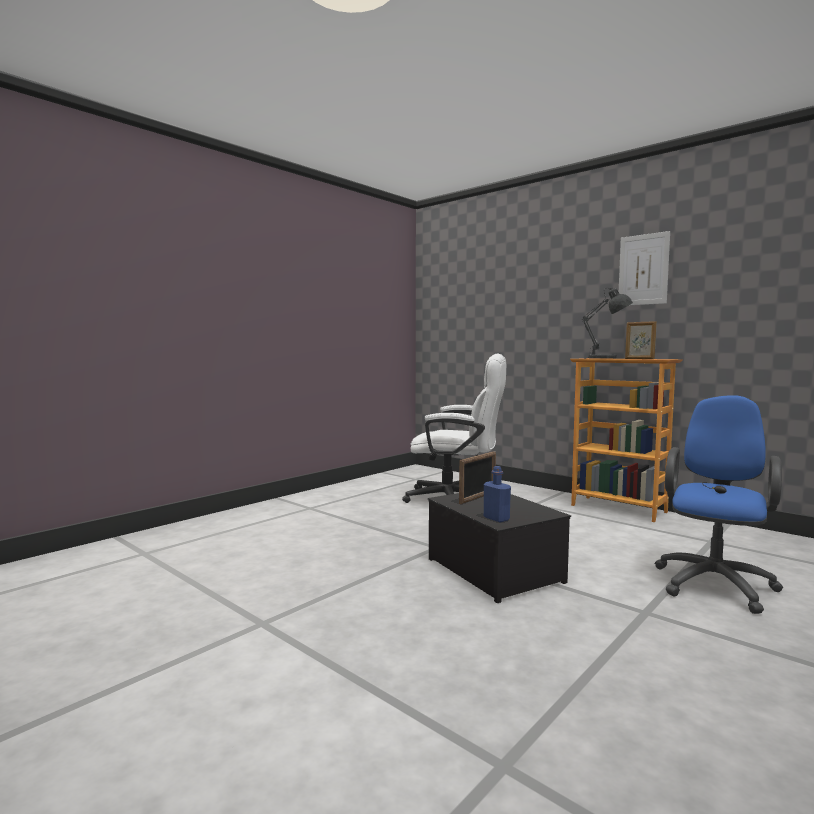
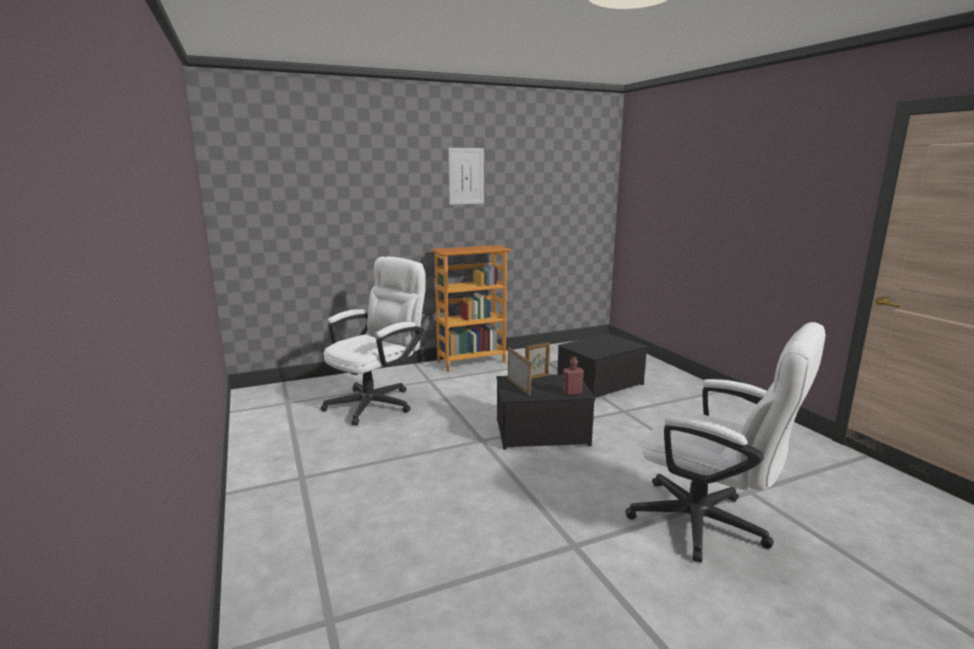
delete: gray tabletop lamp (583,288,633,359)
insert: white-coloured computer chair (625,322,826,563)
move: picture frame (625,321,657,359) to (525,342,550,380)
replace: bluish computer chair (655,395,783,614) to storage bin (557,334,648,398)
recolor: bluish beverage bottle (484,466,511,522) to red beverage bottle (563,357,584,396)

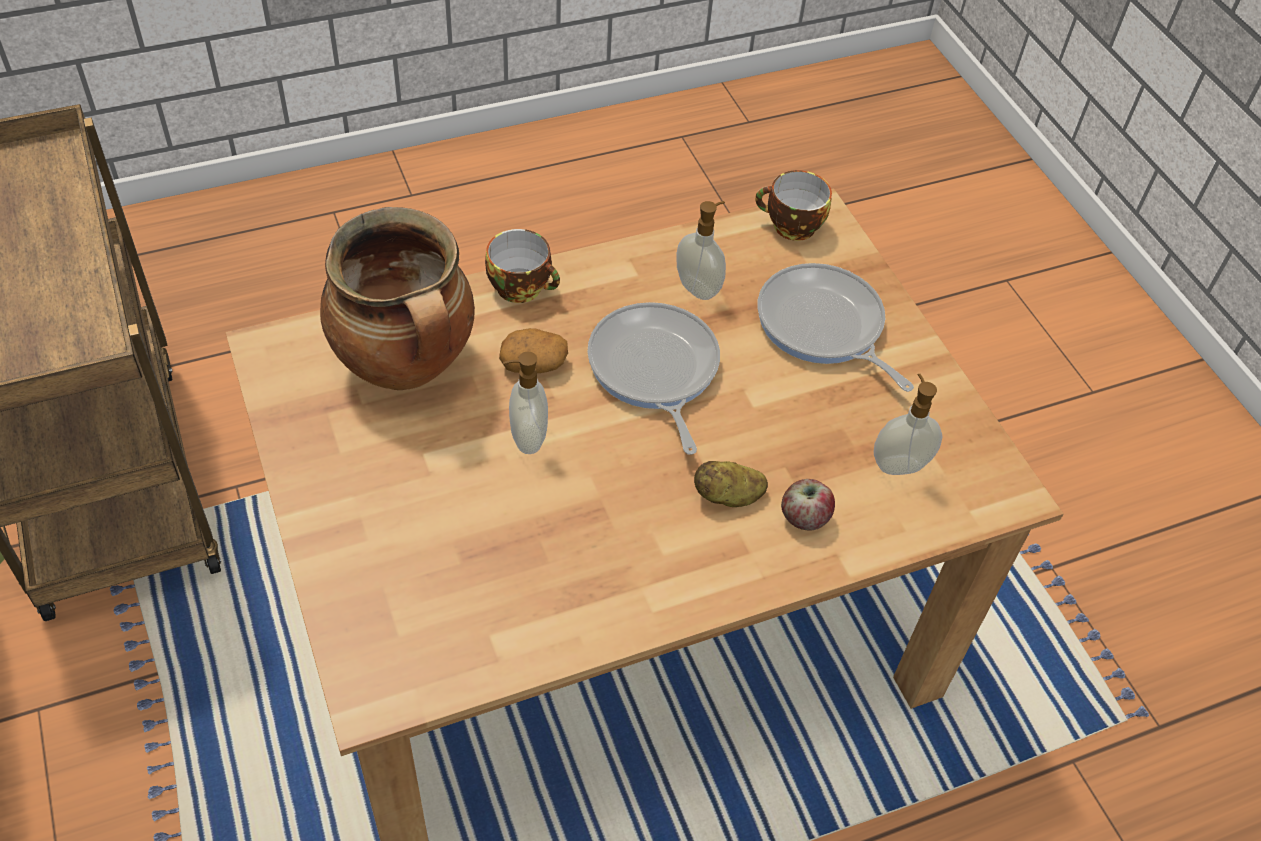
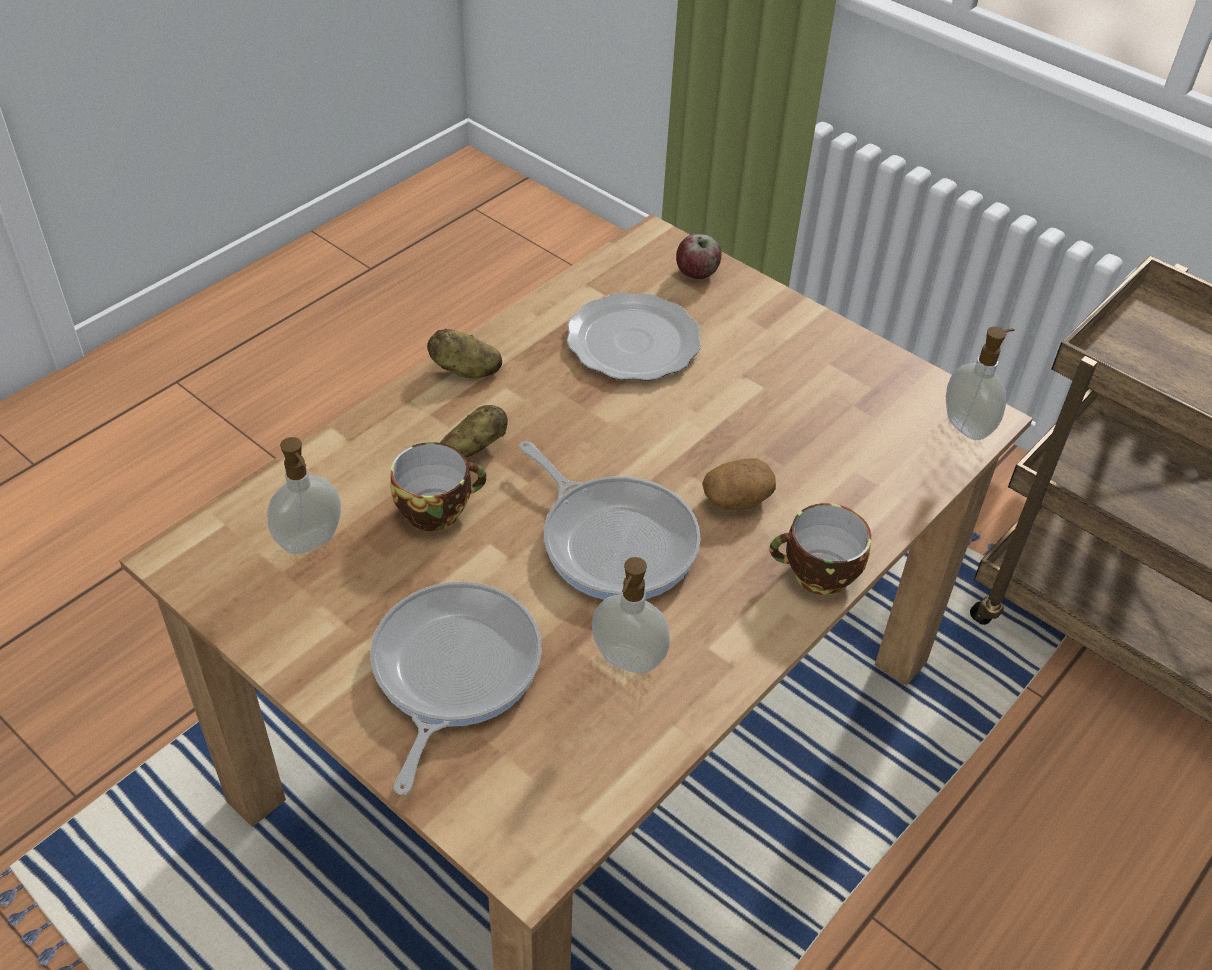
delete: saucepot (320,207,475,390)
insert: spud (427,329,502,379); dinner plate (567,293,701,381)
move: soap bottle (503,351,548,454) to (946,326,1014,440); small cup (755,170,832,241) to (390,442,487,531); apple (781,479,835,531) to (676,234,722,279)
rotate: pan (758,263,914,392) = (370,582,542,795) 105 degrees counterclockwise

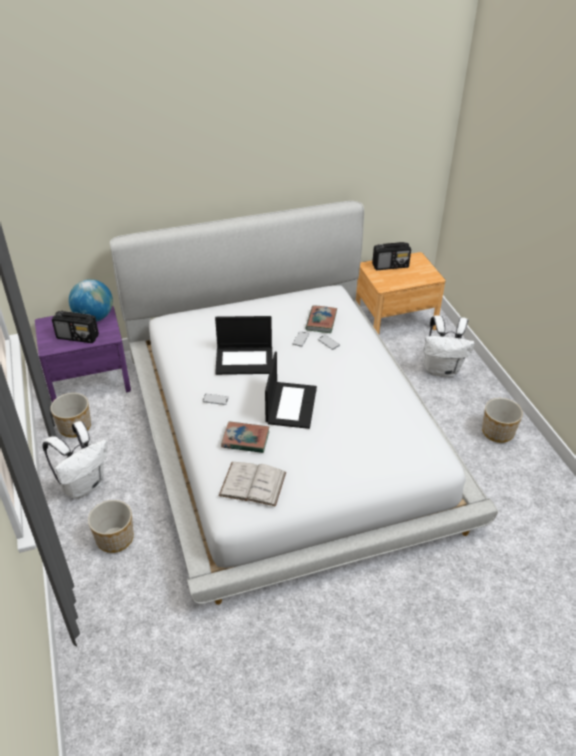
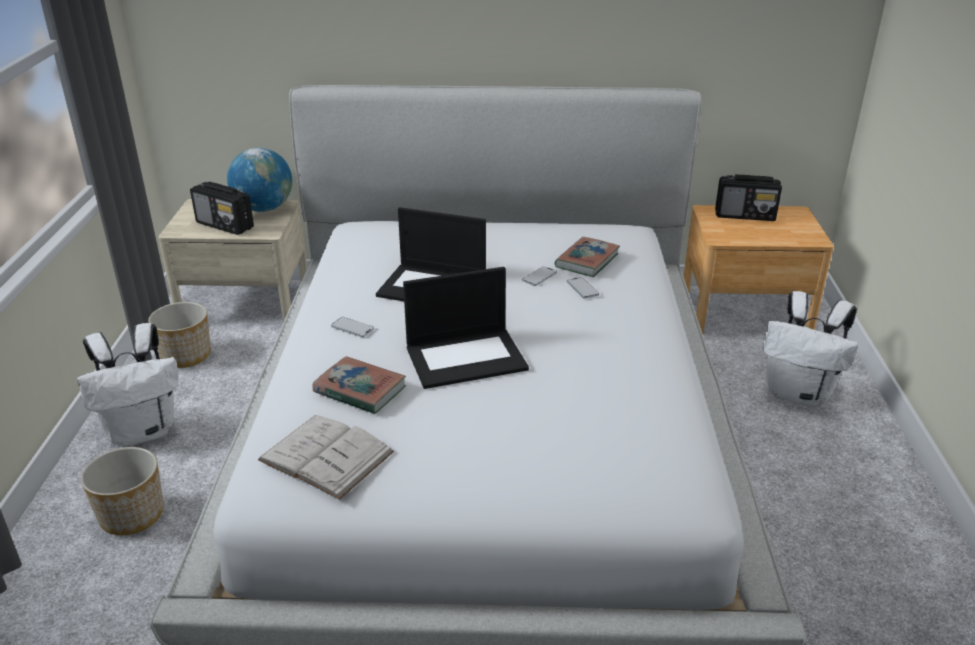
delete: flower pot (482,398,523,443)
recolor: purplish bedside table (35,306,131,402) to beige-coloured bedside table (158,199,307,322)
rotate: laptop (265,352,317,429) = (403,267,529,389) 45 degrees clockwise

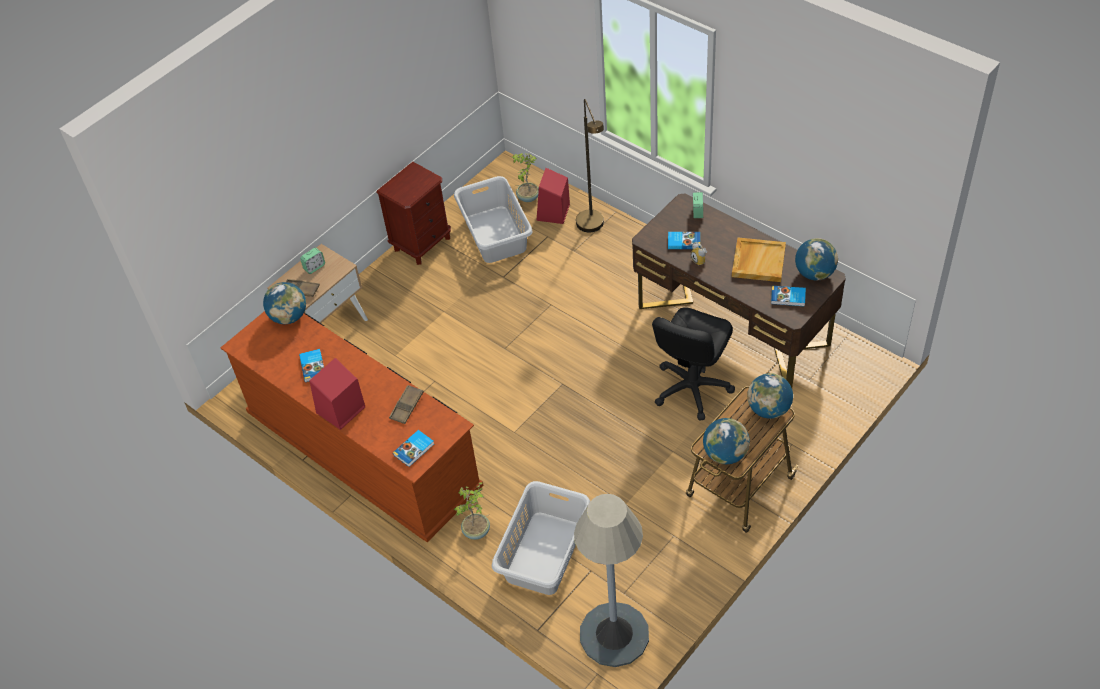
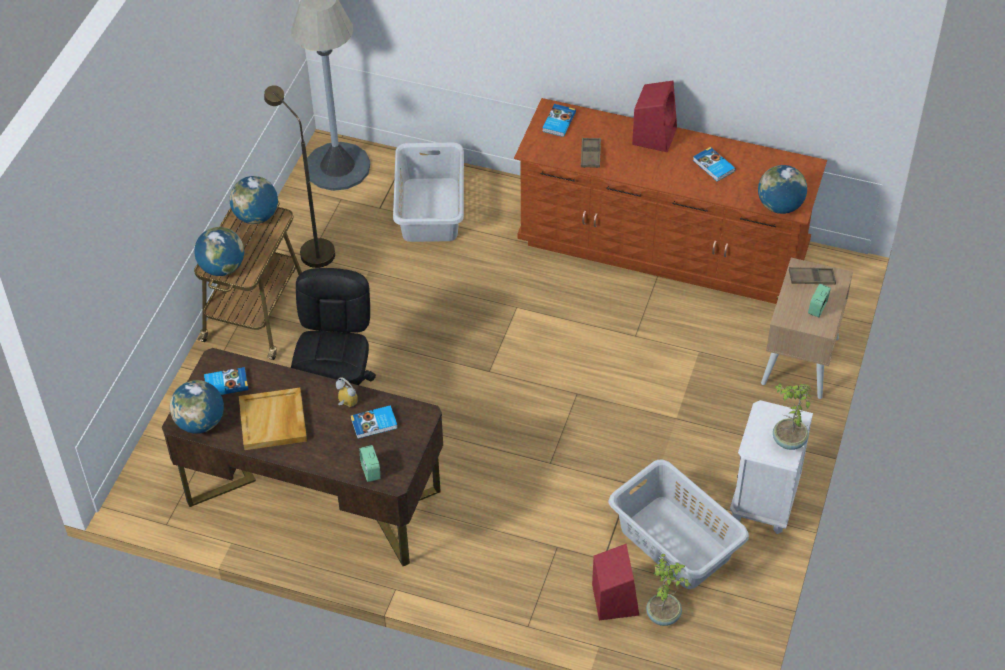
move: plant in a pot (454,482,490,540) to (773,384,812,450); brown-coloured standard lamp (576,99,604,233) to (264,85,335,268)
recolor: brown-coloured bedside table (376,162,451,265) to white-coloured bedside table (730,400,813,534)

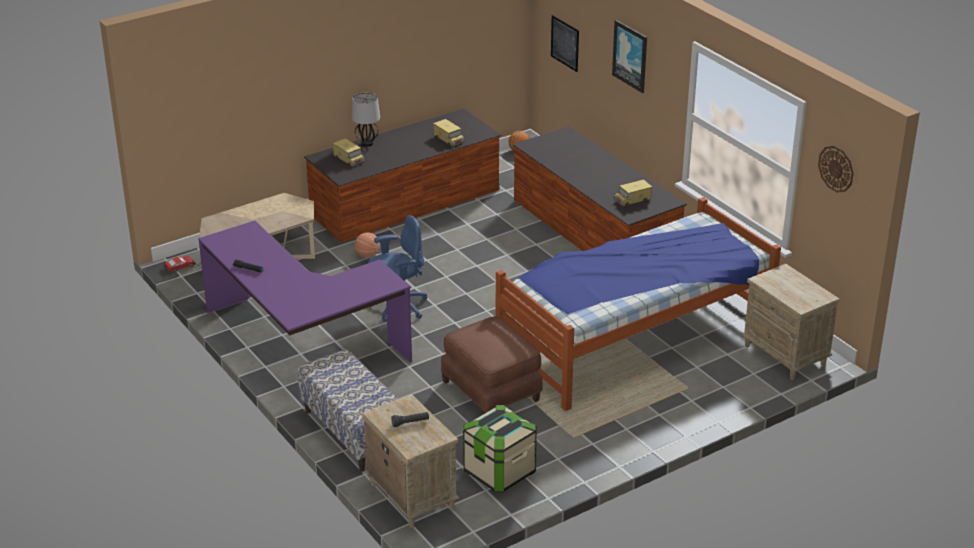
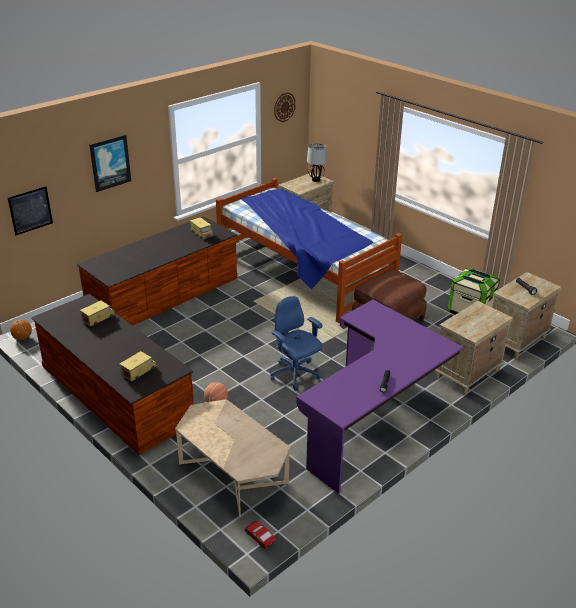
move: tabletop lamp (352,93,380,147) to (307,143,327,182)
replace: indoor bench (298,349,398,472) to beige-coloured bedside table (435,301,513,395)

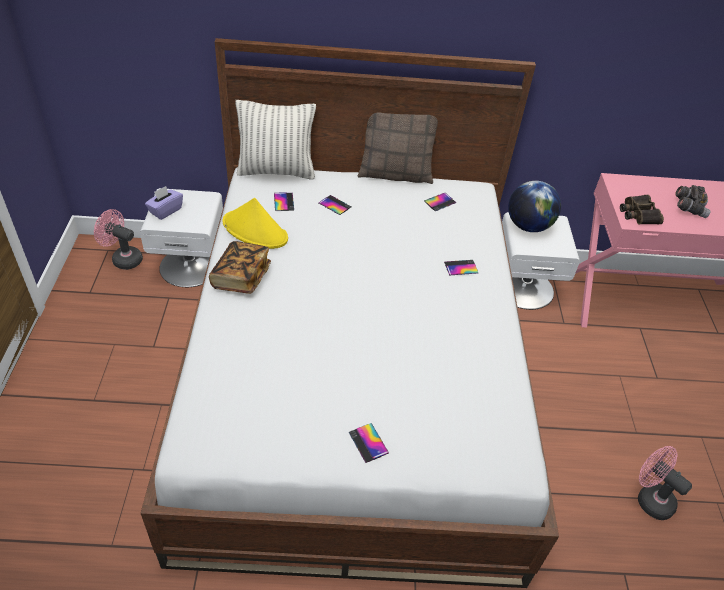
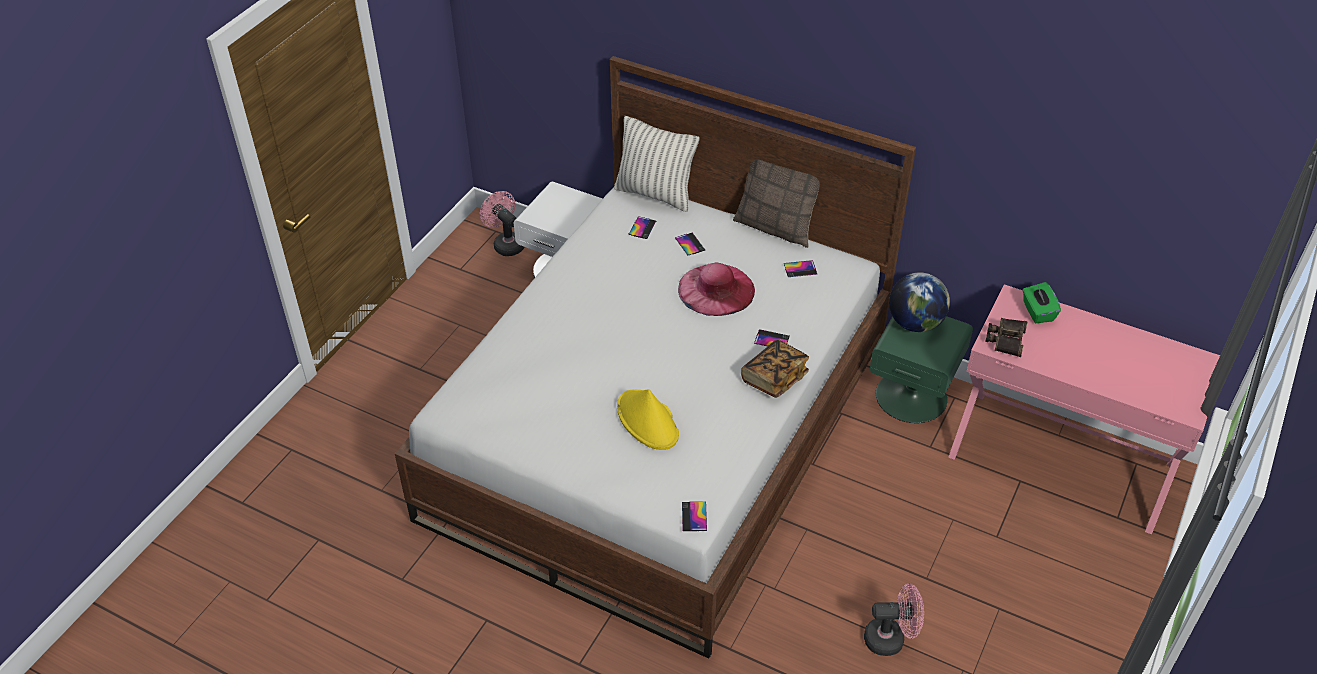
delete: purplish tissue holder (145,186,183,220); gray field glasses (676,185,711,218)
insert: pink-coloured clothing hat (678,263,755,316); greenish tissue holder (1023,282,1061,323)
move: bound book (209,241,271,294) to (741,340,809,398); yellow-coloured clothing hat (223,198,288,249) to (617,389,679,450); phone (349,423,389,463) to (682,501,707,531)
recolor: white-coloured bedside table (502,212,580,310) to greenish bedside table (870,316,973,423)
rotate: pink-coloured cooling fan (638,446,692,520) = (864,584,924,656) 105 degrees clockwise

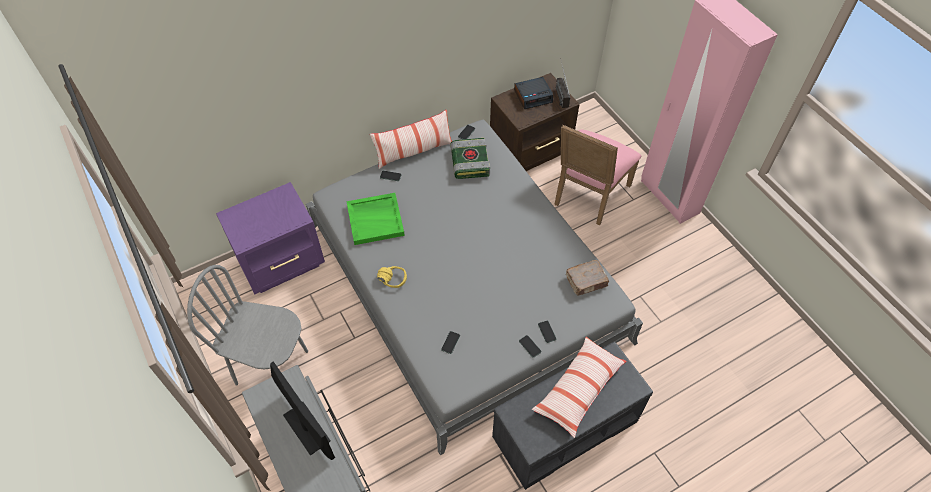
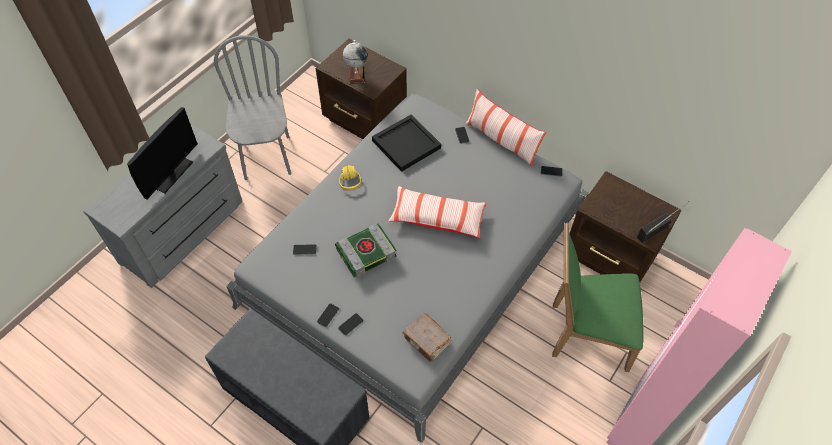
delete: table clock (514,77,553,109)
insert: desk globe (343,40,368,83)
move: bound book (450,138,490,179) to (335,224,397,277); pillow (532,337,627,438) to (388,186,487,239)
recolor: purplish bedside table (216,182,325,294) to brown-coloured bedside table (316,39,407,139); greenish carrying tray (346,193,405,245) to blackish carrying tray (372,115,441,172); pink-coloured upright chair (554,125,641,225) to greenish upright chair (552,222,644,372)

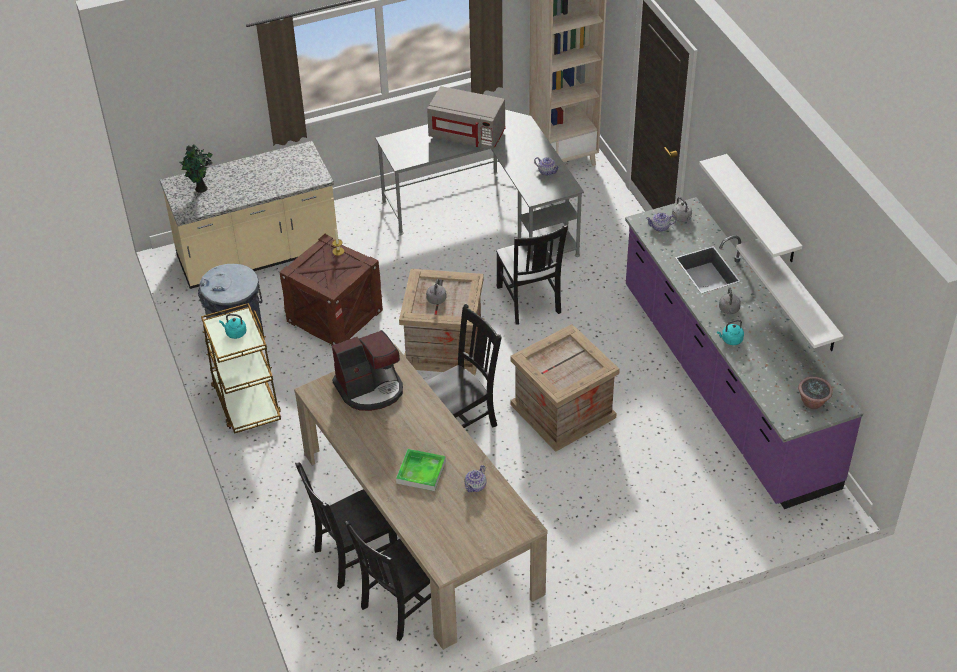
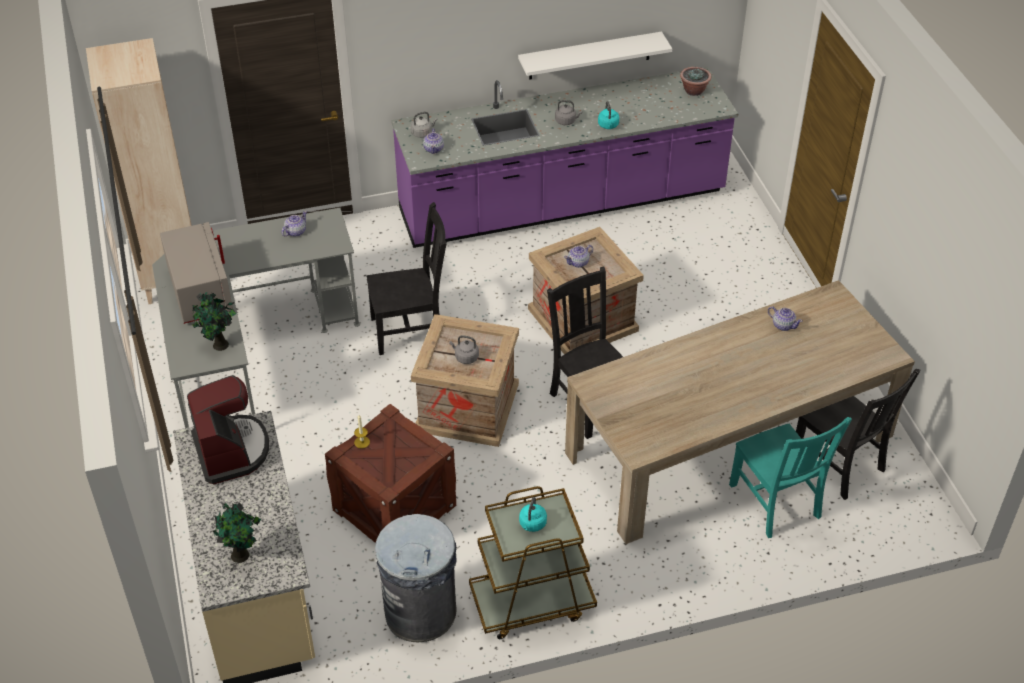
delete: carrying tray (396,449,446,491); white-coloured bracket shelf (699,154,802,262)
insert: plant in a pot (192,292,236,351); tea pot (564,245,593,268)
move: coffee maker (332,330,403,411) to (187,375,269,485)
recolor: blackish upright chair (295,462,397,589) to blue-green upright chair (729,417,852,538)
rotate: gray microwave oven (427,86,506,149) = (160,222,233,324) 45 degrees counterclockwise

